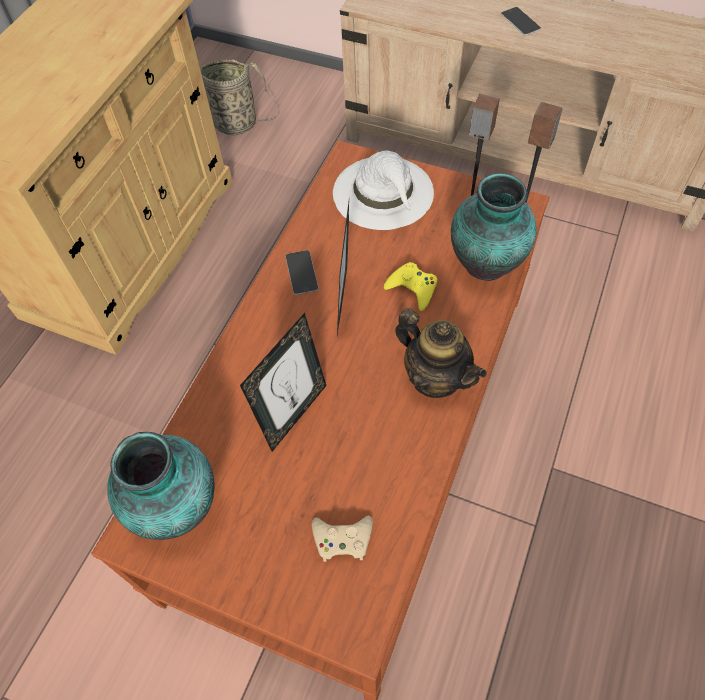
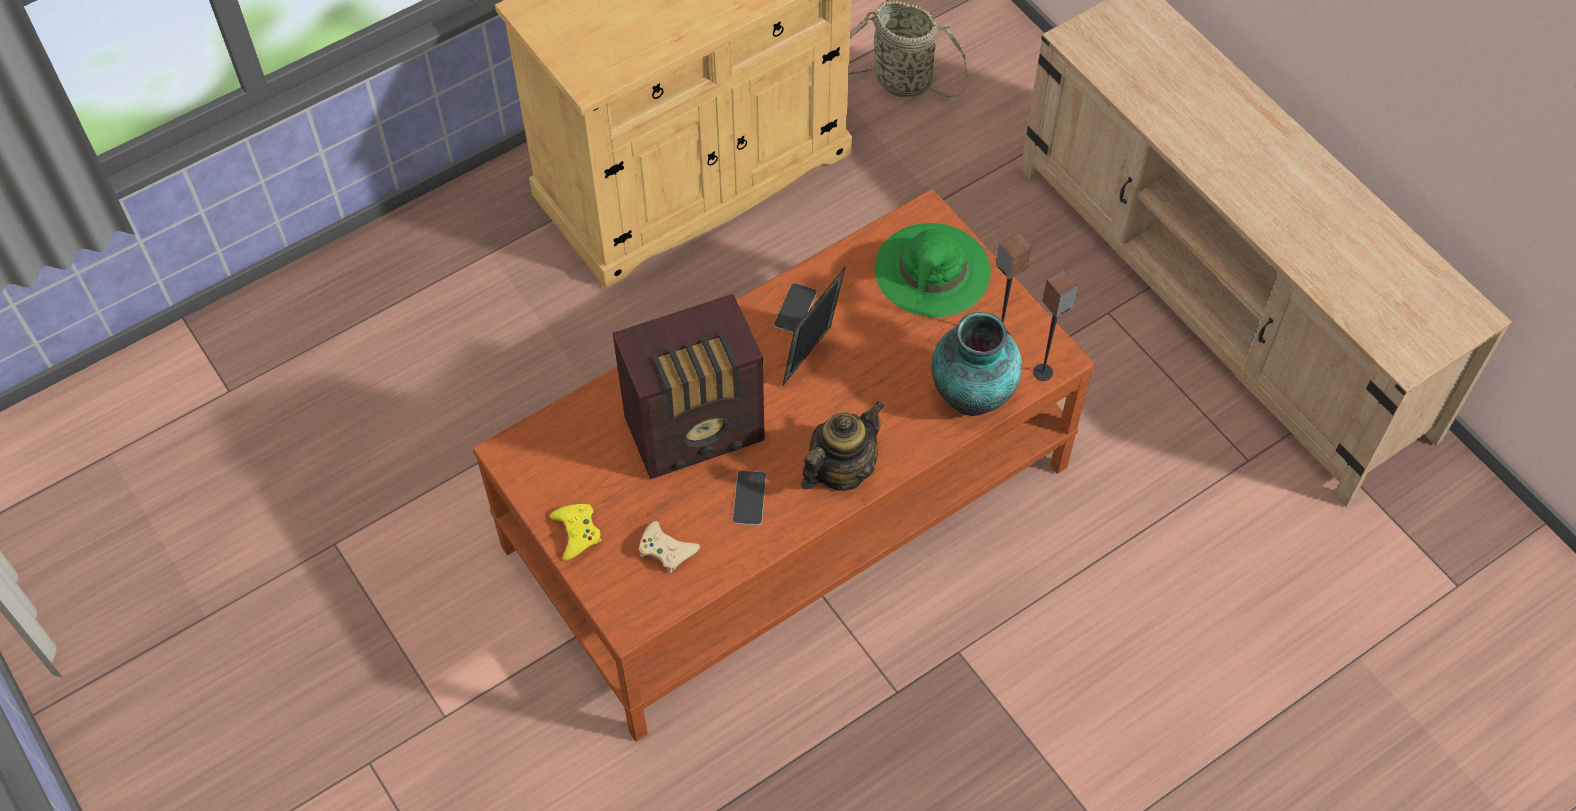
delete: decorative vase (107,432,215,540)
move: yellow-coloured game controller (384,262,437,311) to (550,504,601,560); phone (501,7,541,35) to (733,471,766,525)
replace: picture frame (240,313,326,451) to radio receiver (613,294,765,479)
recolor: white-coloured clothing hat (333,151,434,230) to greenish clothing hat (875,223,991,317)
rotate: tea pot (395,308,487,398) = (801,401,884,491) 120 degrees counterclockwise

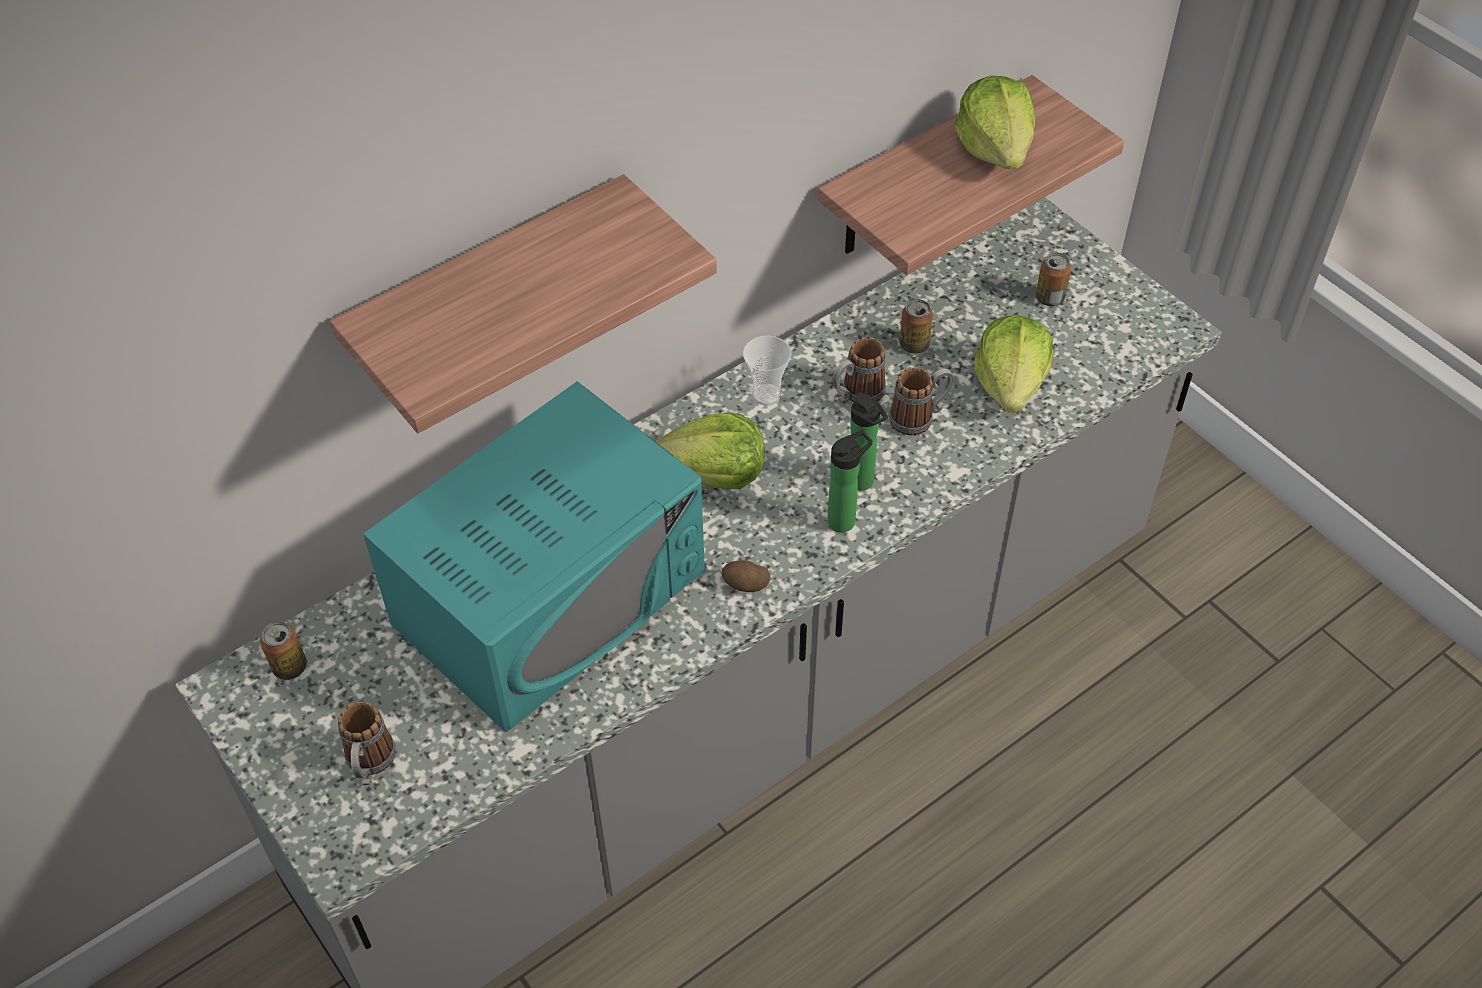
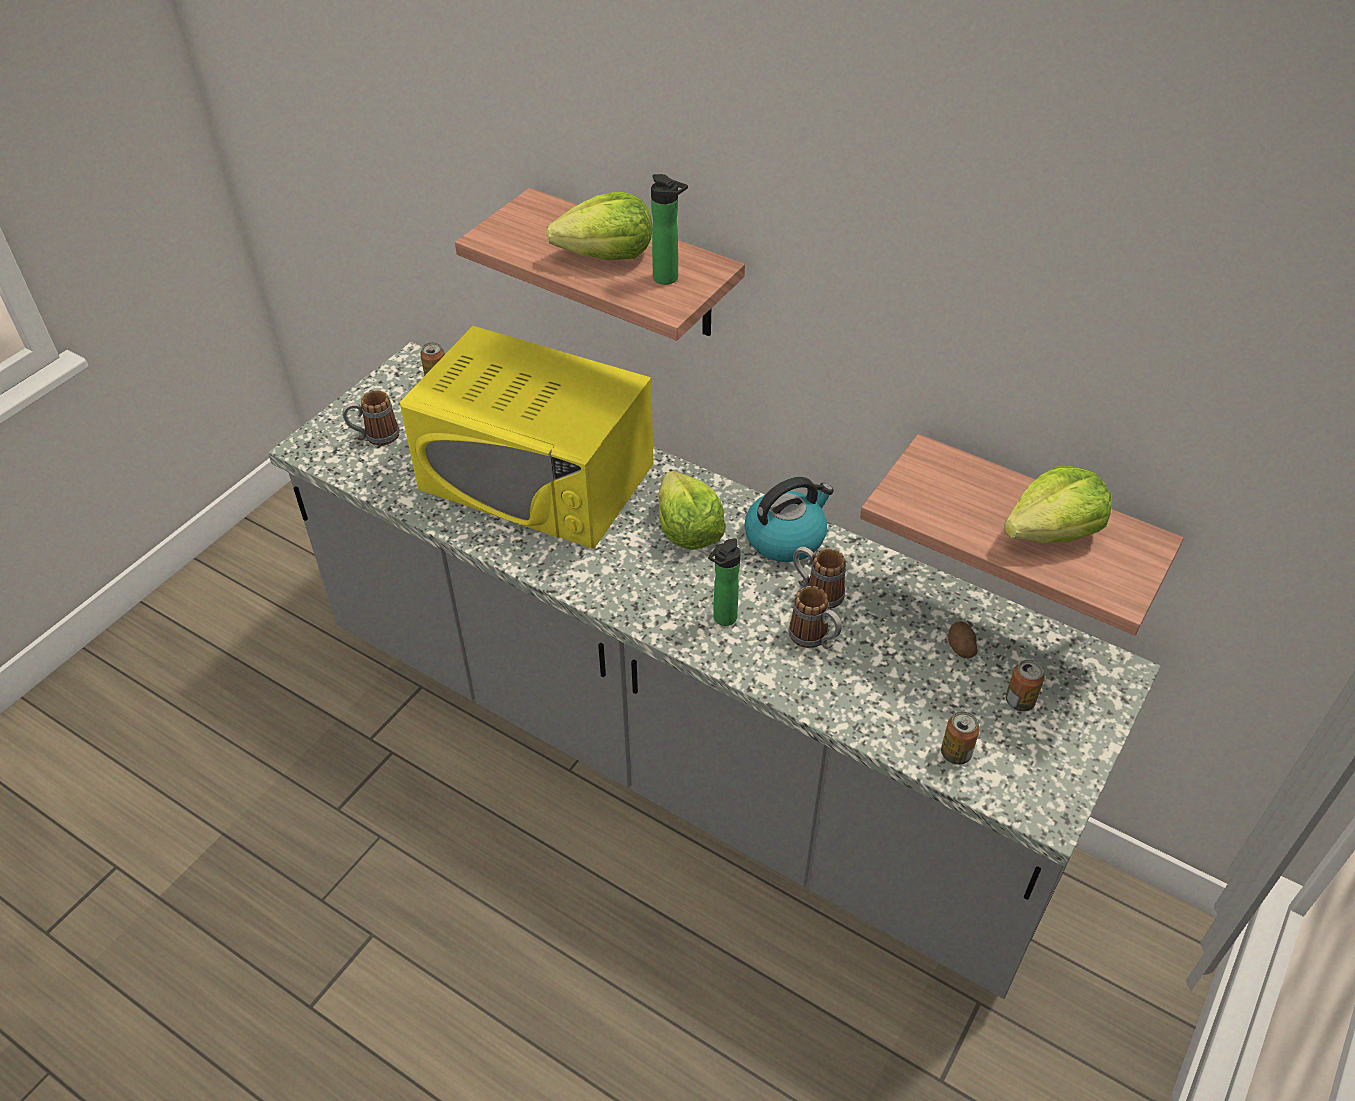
move: spud (722,560,770,592) to (948,621,978,658); beverage bottle (827,430,873,533) to (651,174,688,285); metal can (900,299,933,354) to (941,712,980,765); lettuce head (975,315,1053,413) to (546,192,652,260)
replace: small cup (743,336,792,405) to water kettle (744,477,834,562)
recolor: blue-green microwave oven (363,381,705,732) to yellow-coloured microwave oven (399,326,653,549)

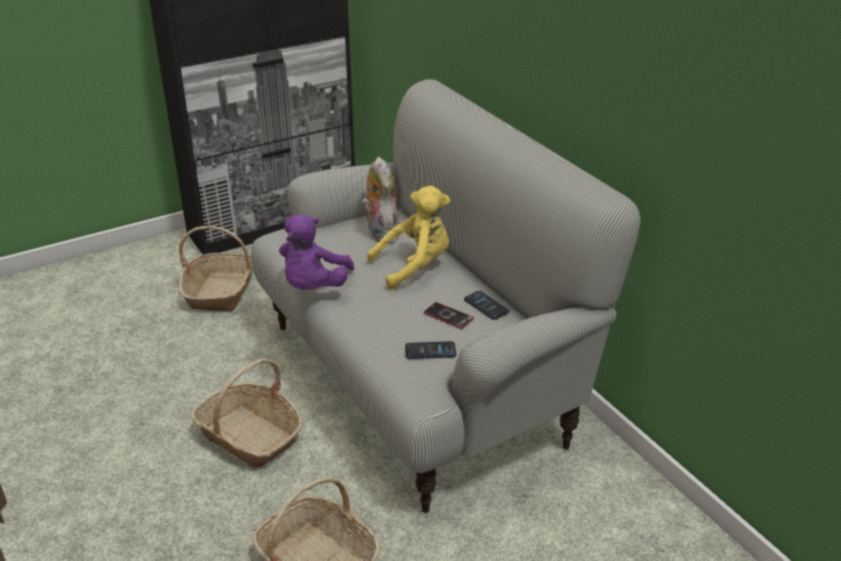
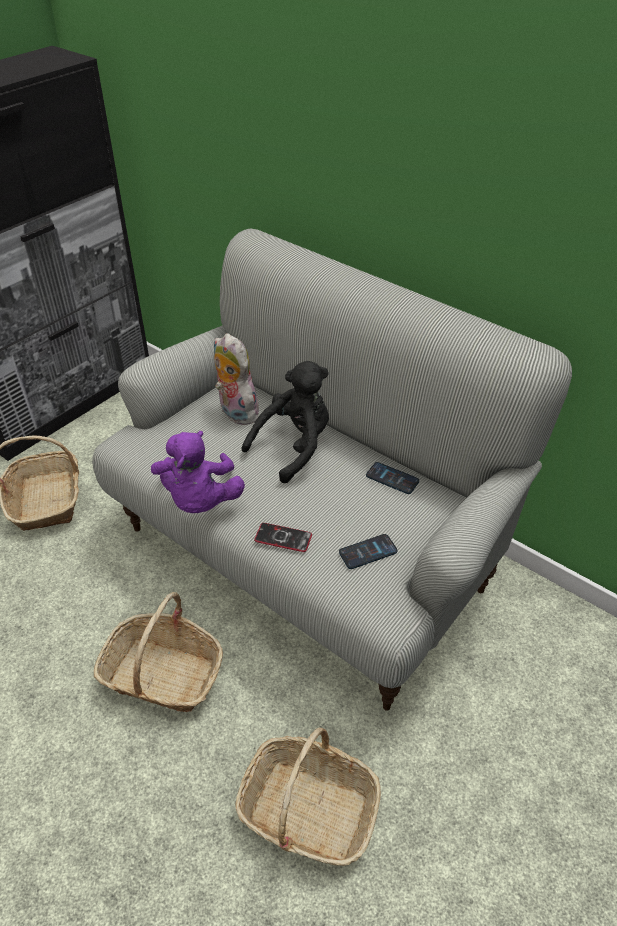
move: phone (424,302,474,329) to (254,523,312,552)
recolor: yellow-coloured plush toy (367,186,450,290) to blackish plush toy (241,361,329,483)

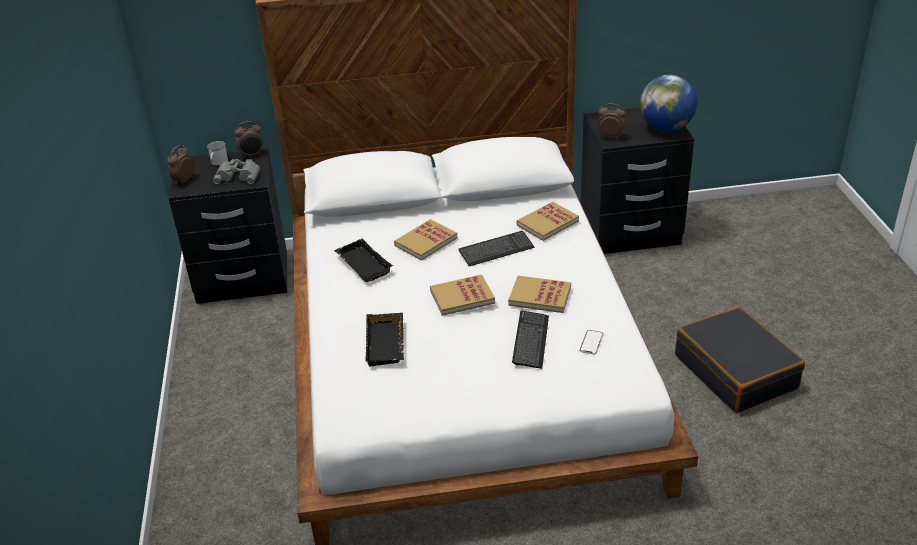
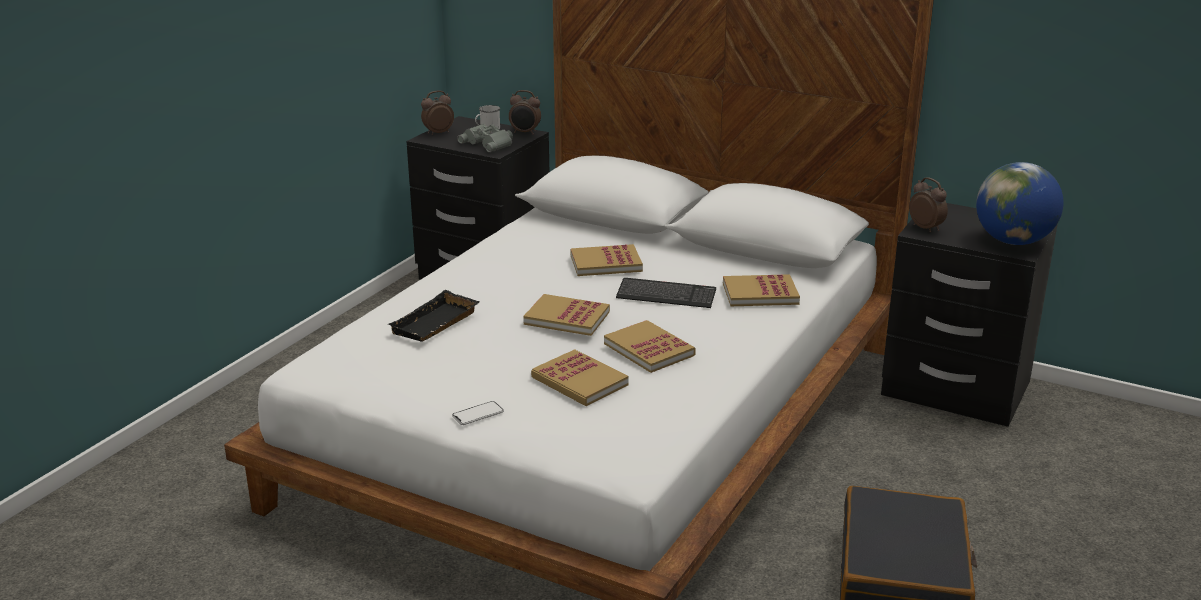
delete: blackish carrying tray (334,238,393,282)
move: phone (579,330,604,354) to (452,401,504,425)
replace: PC keyboard (512,310,549,369) to bound book (531,349,629,406)

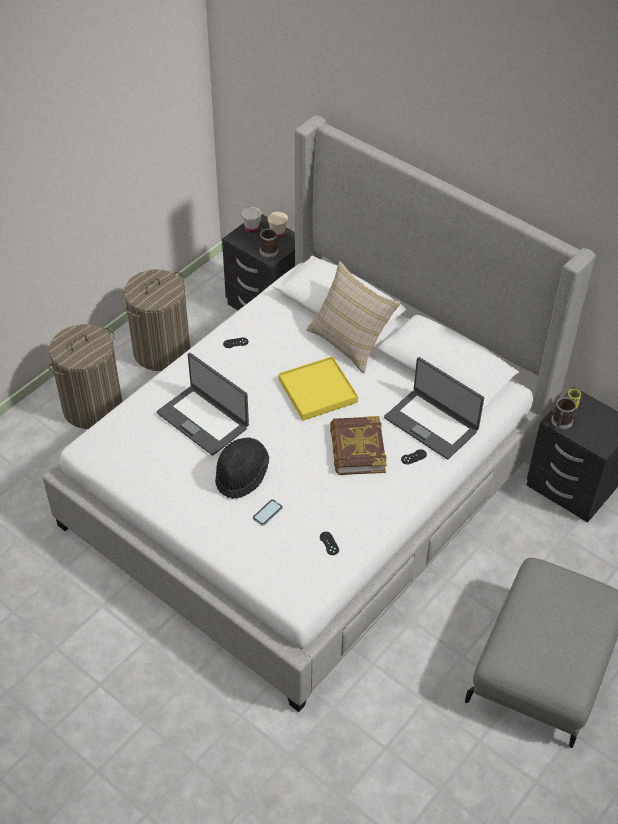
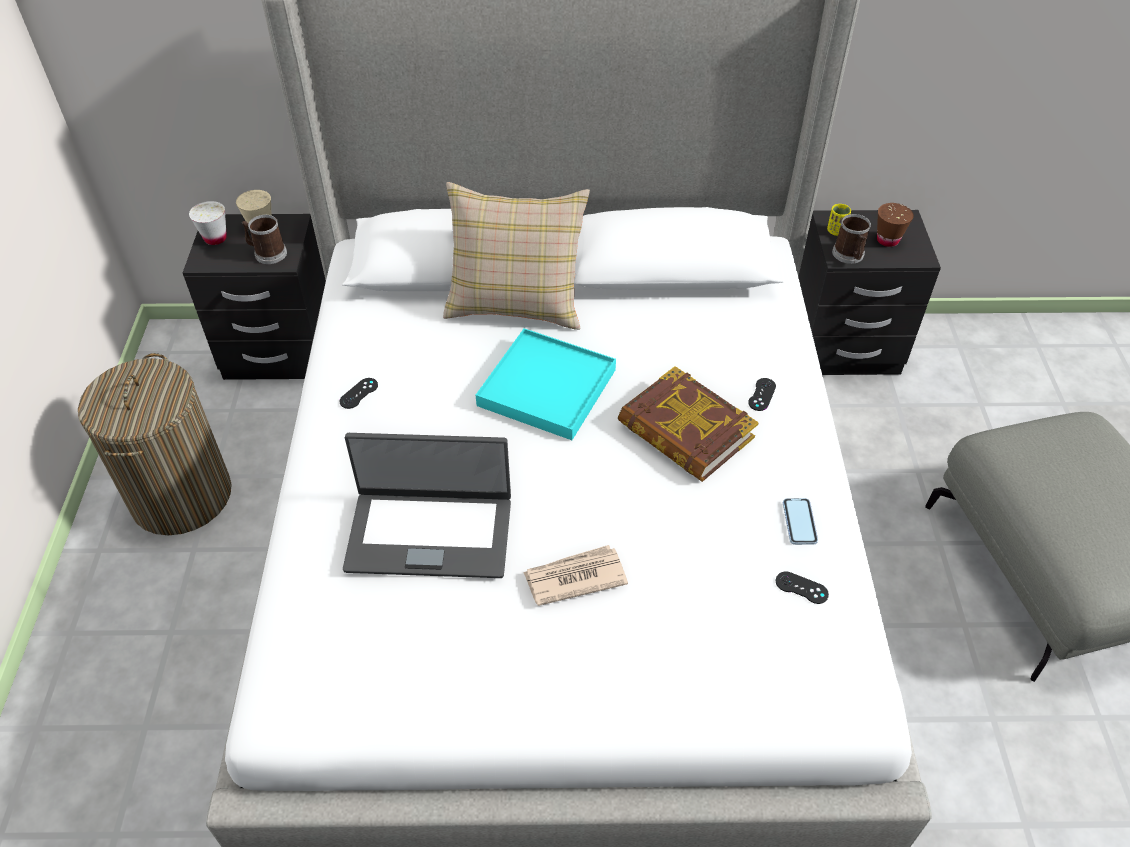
delete: laundry basket (47,324,122,429); laptop (384,357,484,460)
insert: brown-coloured small cup (877,203,914,247)
move: phone (253,499,283,526) to (783,498,818,545)
replace: blackish clothing hat (215,437,269,499) to daily paper (523,545,628,606)
recolor: yellow-coloured carrying tray (278,356,358,421) to blue-green carrying tray (476,328,616,440)

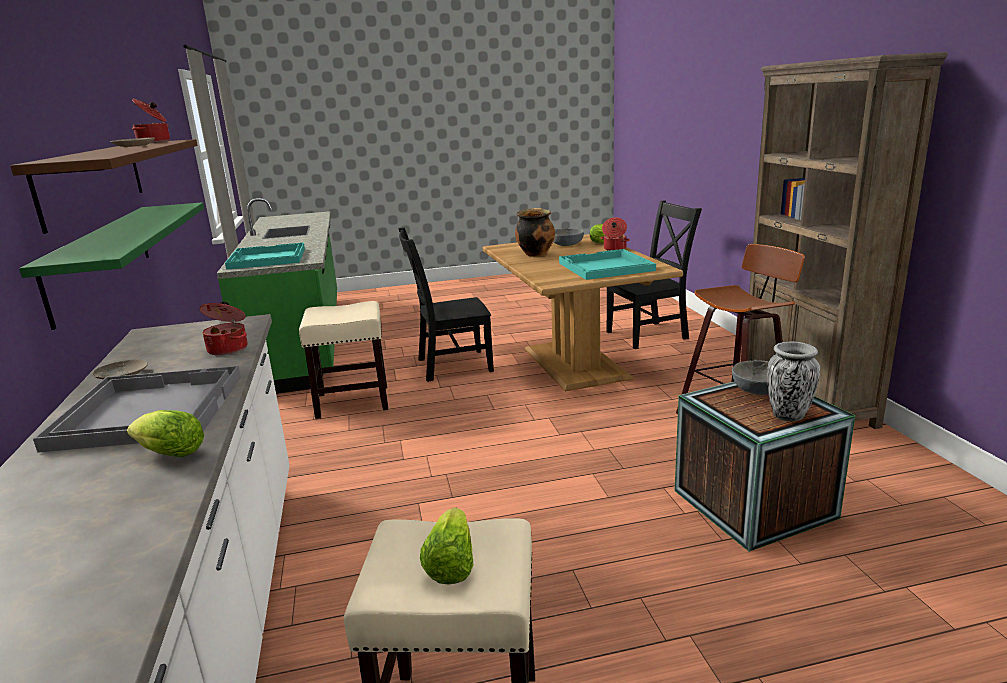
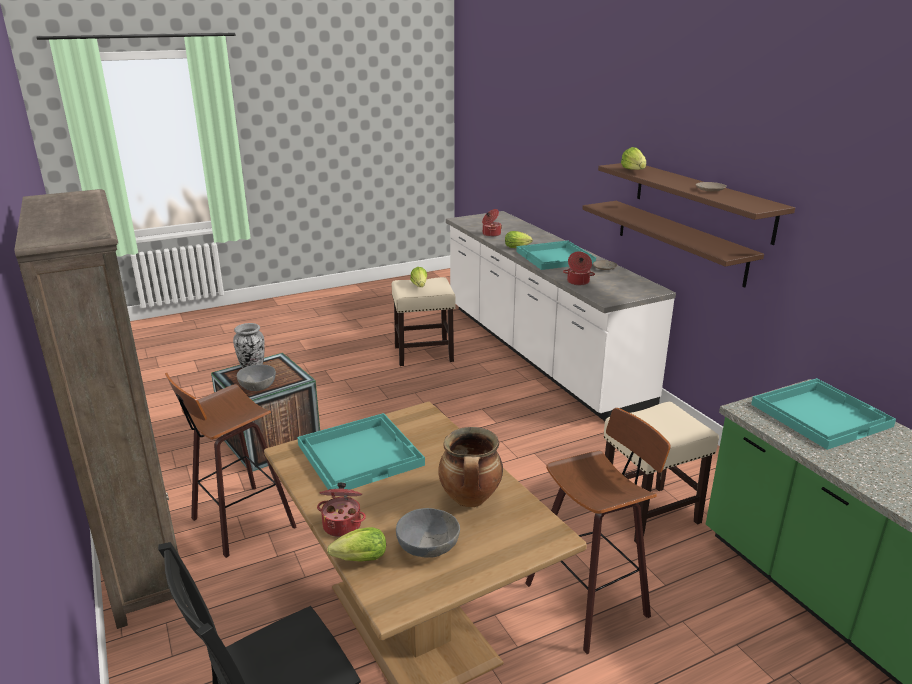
insert: lettuce head (621,147,646,170)
move: saucepot (132,99,170,143) to (482,209,502,237)
replace: blackish upright chair (398,228,494,382) to stool (525,408,671,654)
recolor: greenish bracket shelf (19,202,204,330) to brown-coloured bracket shelf (582,201,764,288); gray carrying tray (33,366,241,453) to blue-green carrying tray (516,241,596,270)

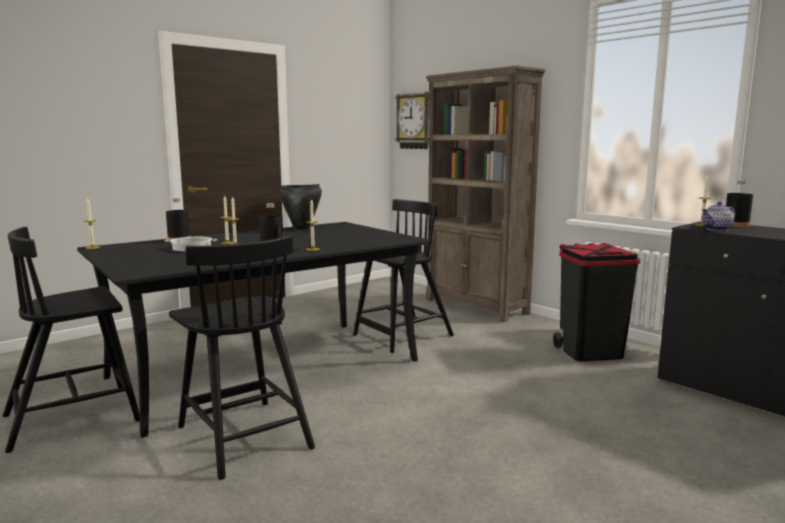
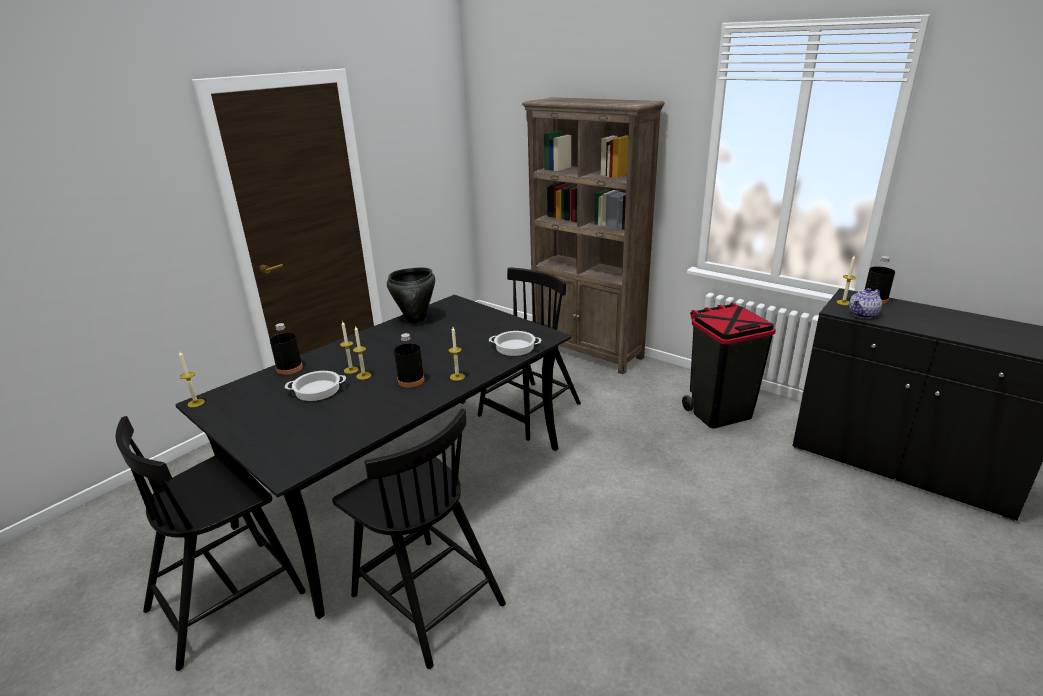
delete: hanging clock (395,92,430,149)
insert: saucepot (489,331,541,356)

